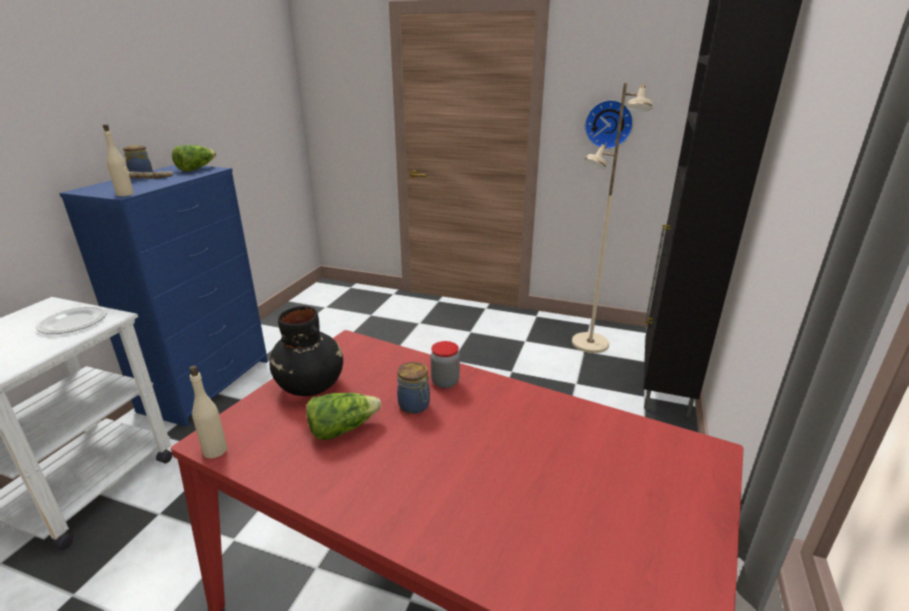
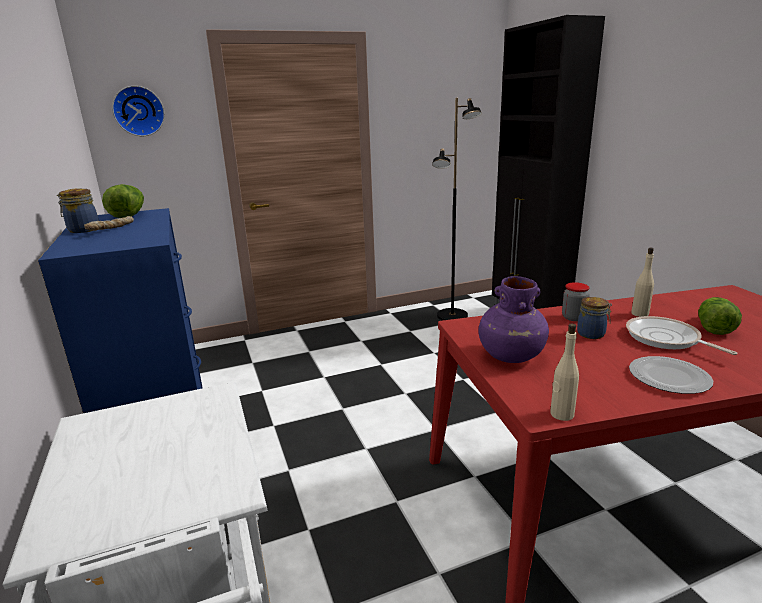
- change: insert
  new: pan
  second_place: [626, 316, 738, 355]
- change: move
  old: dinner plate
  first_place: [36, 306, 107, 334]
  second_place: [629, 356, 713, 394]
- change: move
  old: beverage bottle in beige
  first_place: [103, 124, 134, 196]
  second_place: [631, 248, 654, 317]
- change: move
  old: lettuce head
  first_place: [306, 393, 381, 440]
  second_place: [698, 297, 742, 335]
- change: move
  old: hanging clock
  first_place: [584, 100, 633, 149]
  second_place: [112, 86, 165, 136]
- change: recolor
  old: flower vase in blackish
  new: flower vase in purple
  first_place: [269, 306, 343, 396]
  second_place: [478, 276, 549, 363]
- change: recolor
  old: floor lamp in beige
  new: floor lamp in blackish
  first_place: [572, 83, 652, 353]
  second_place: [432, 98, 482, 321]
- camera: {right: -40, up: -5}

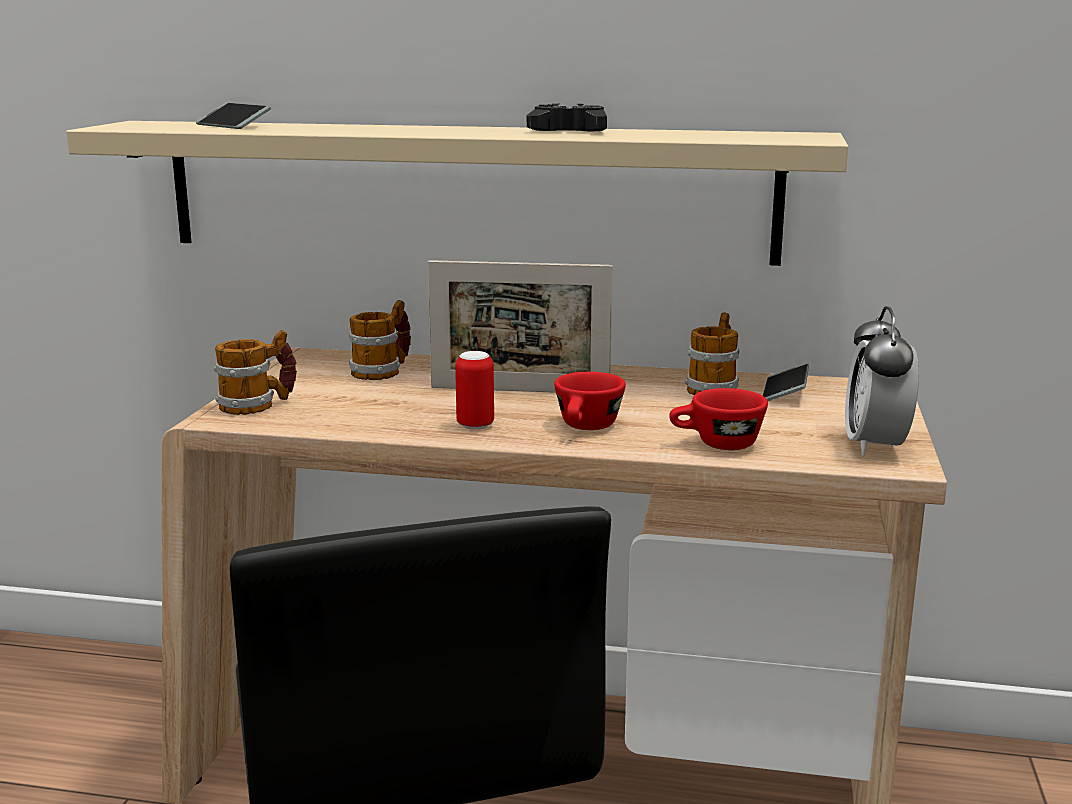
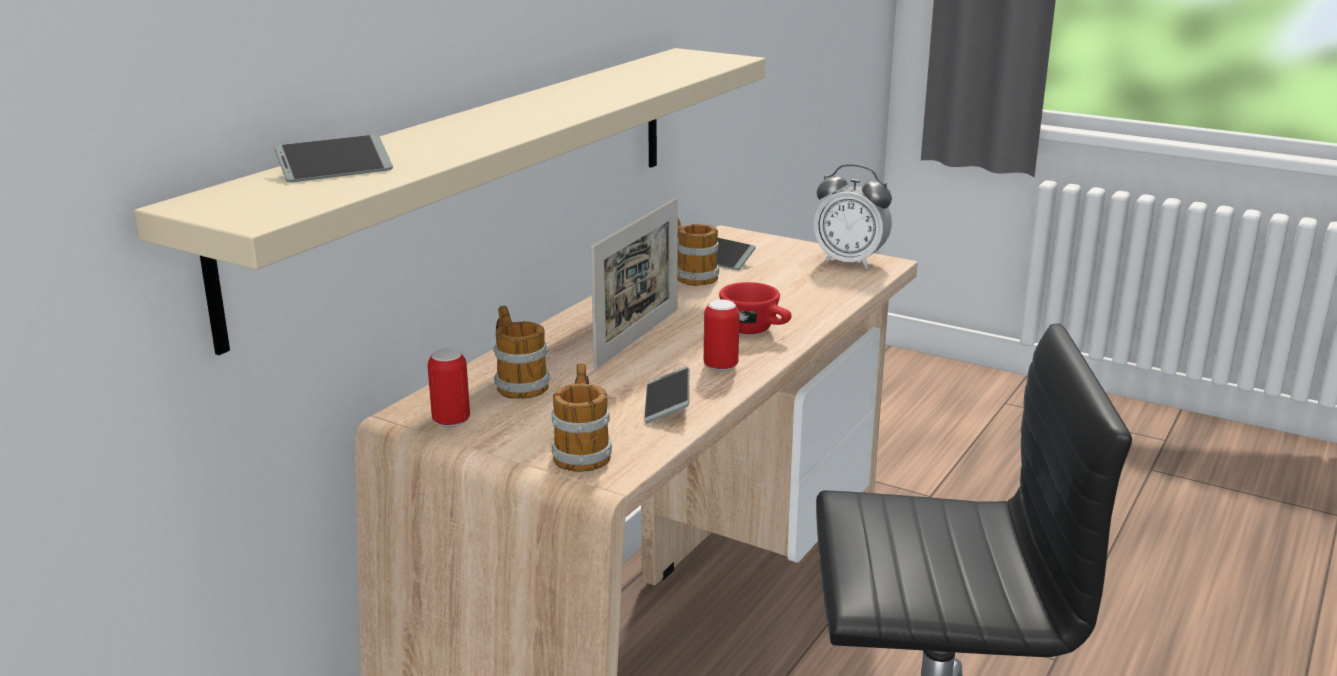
- change: delete
  old: gamepad in blackish
  first_place: [527, 103, 607, 131]
- change: delete
  old: cup in red
  first_place: [669, 388, 768, 450]
- change: insert
  new: can
  second_place: [428, 348, 470, 427]
- change: insert
  new: telephone
  second_place: [644, 366, 689, 423]
- camera: {right: -70, up: 5}

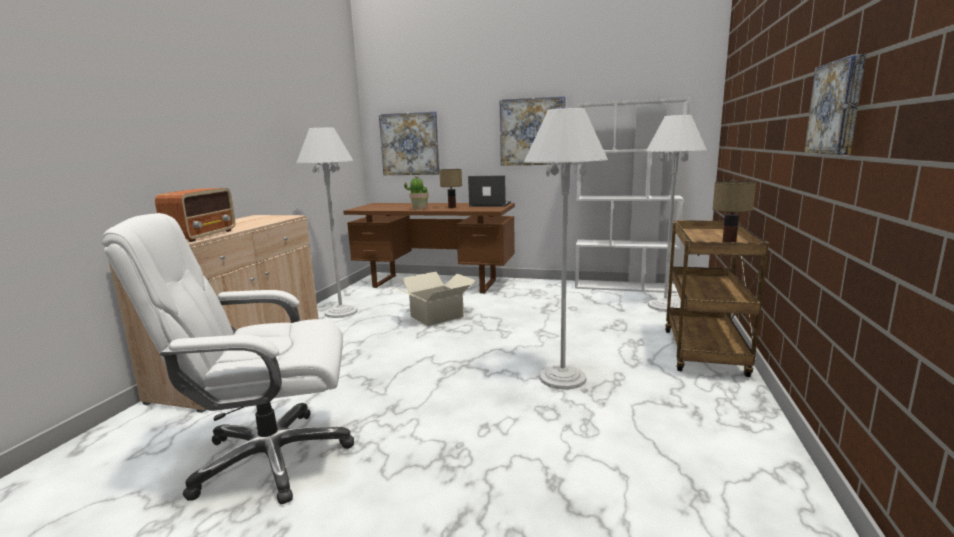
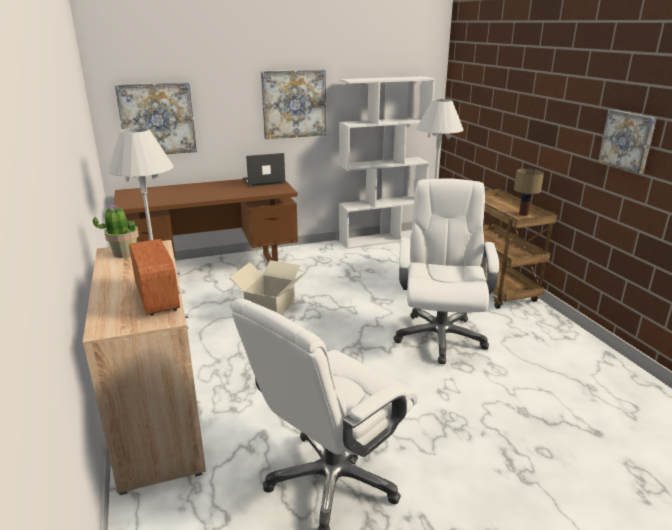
- change: delete
  old: table lamp
  first_place: [439, 169, 462, 208]
- change: move
  old: potted plant
  first_place: [404, 176, 429, 210]
  second_place: [93, 205, 139, 258]
- change: replace
  old: floor lamp in white
  new: office chair in white
  first_place: [524, 108, 608, 390]
  second_place: [393, 178, 499, 364]
- camera: {right: -35, up: 10}

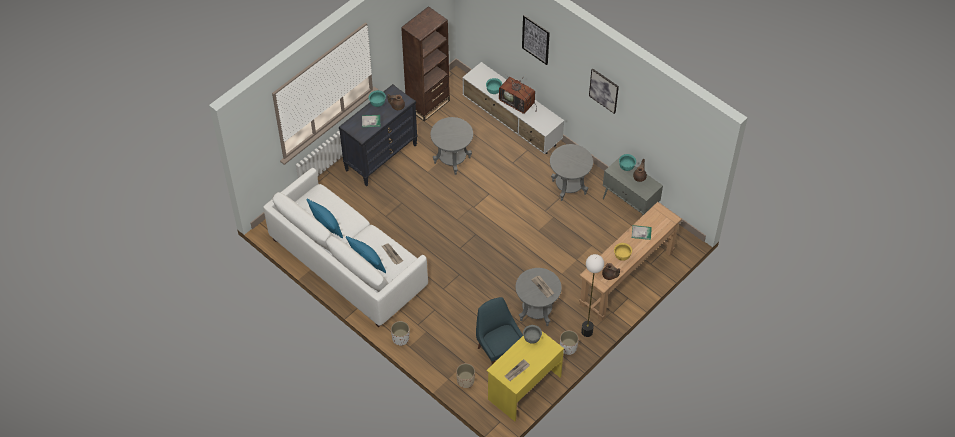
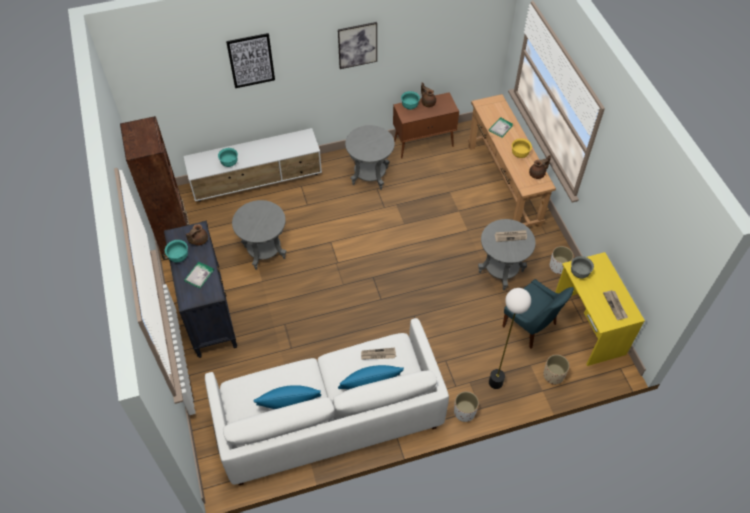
- change: delete
  old: television
  first_place: [499, 75, 537, 114]
- change: move
  old: floor lamp
  first_place: [581, 254, 604, 337]
  second_place: [489, 288, 531, 389]
- change: recolor
  old: storage cabinet in greyish
  new: storage cabinet in brownish
  first_place: [603, 156, 663, 216]
  second_place: [393, 92, 459, 159]
- change: rotate
  old: plain chair in bluish
  first_place: [476, 297, 523, 364]
  second_place: [502, 279, 574, 349]
  degrees: -135
- camera: {right: -60, up: 0}

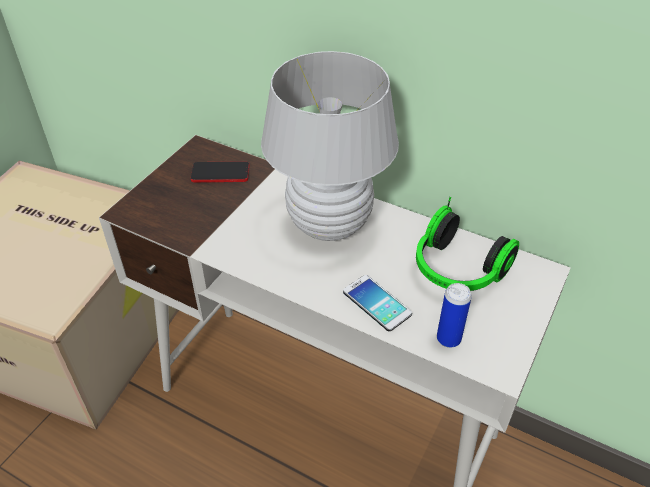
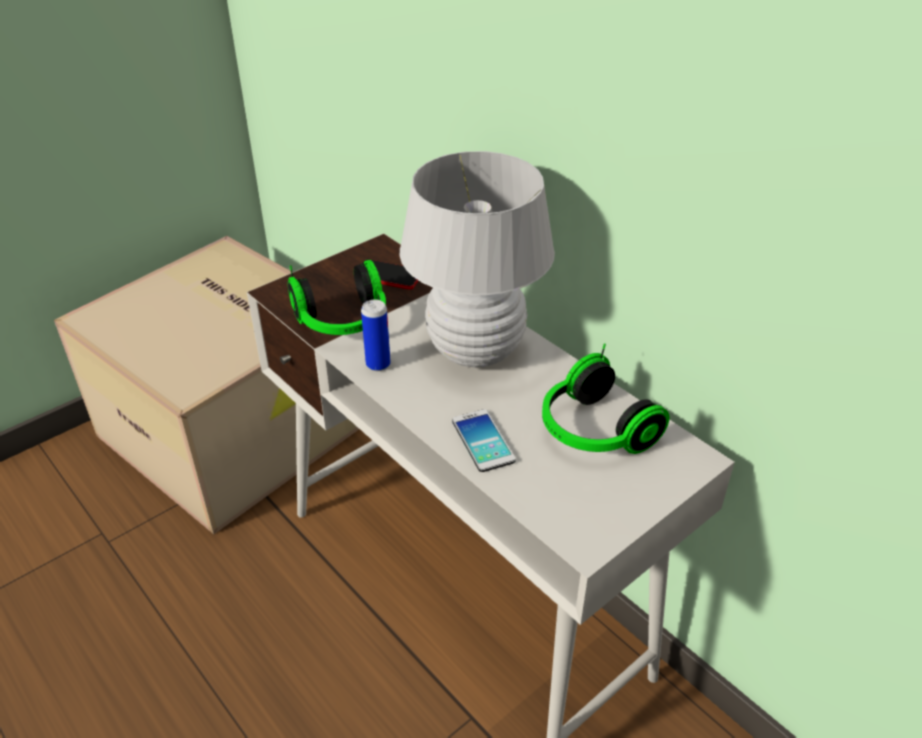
- change: insert
  new: pair of headphones
  second_place: [288, 260, 386, 335]
- change: move
  old: can
  first_place: [437, 283, 472, 348]
  second_place: [361, 299, 391, 371]
- camera: {right: 20, up: -5}

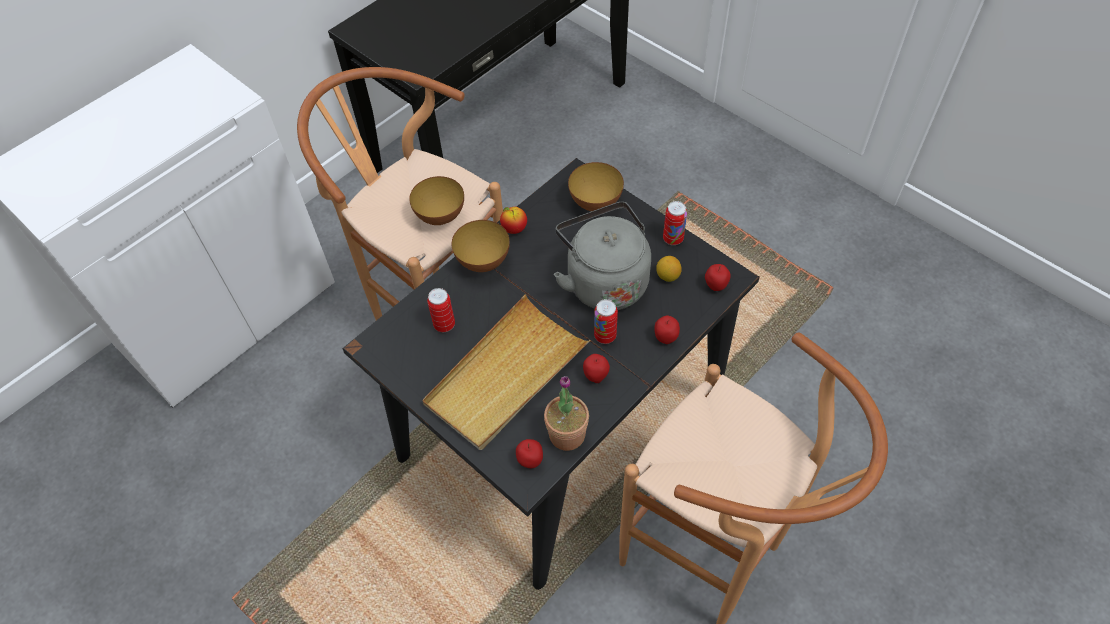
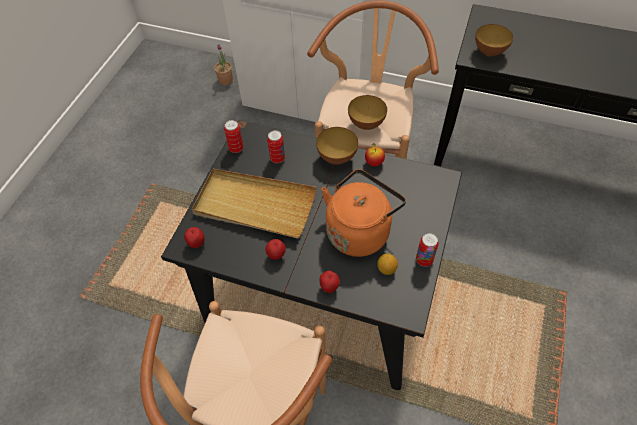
- change: delete
  old: whole apple
  first_place: [705, 264, 731, 291]
- change: move
  old: potted plant
  first_place: [544, 376, 589, 451]
  second_place: [214, 44, 233, 85]
- change: move
  old: serving bowl
  first_place: [568, 162, 624, 211]
  second_place: [475, 24, 513, 56]
- change: move
  old: can
  first_place: [594, 299, 618, 344]
  second_place: [224, 120, 244, 153]
- change: recolor
  old: kettle in greyish
  new: kettle in orange
  first_place: [554, 202, 651, 310]
  second_place: [321, 169, 406, 257]
- camera: {right: 65, up: 0}

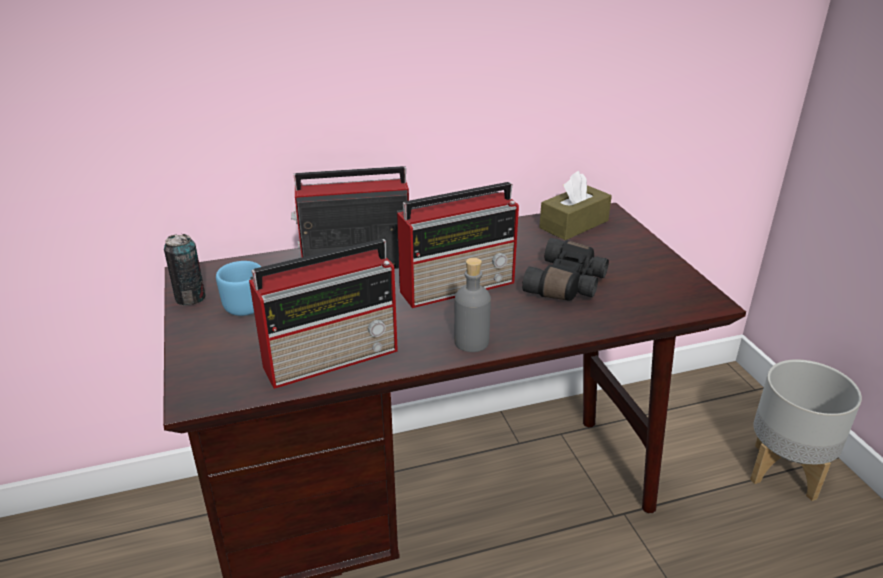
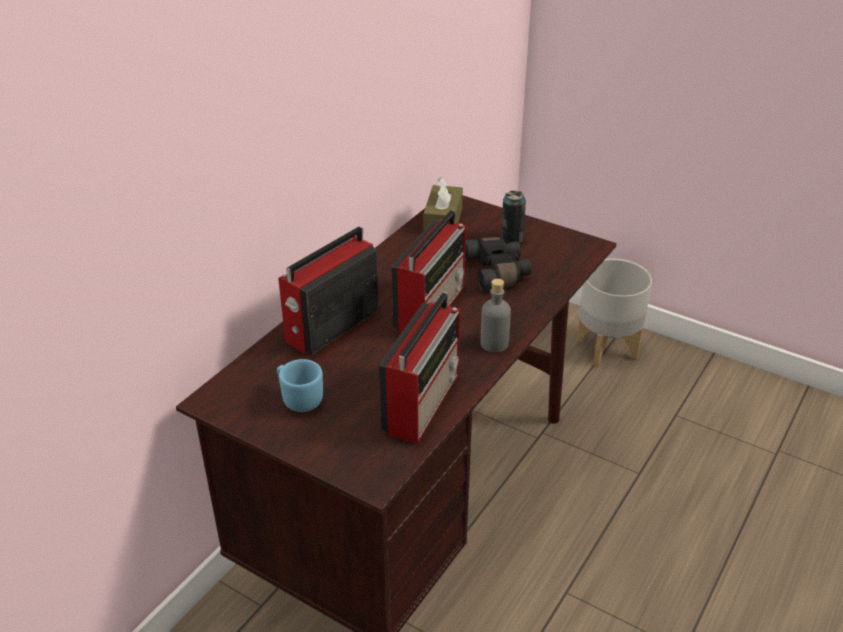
- change: move
  old: can
  first_place: [164, 234, 206, 306]
  second_place: [501, 191, 526, 244]
- camera: {right: -40, up: 5}

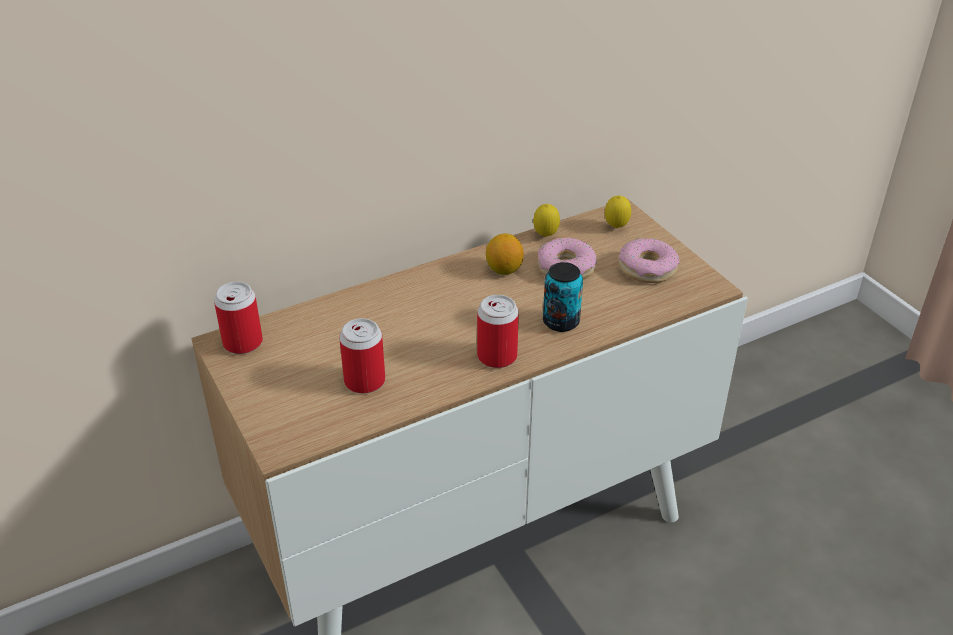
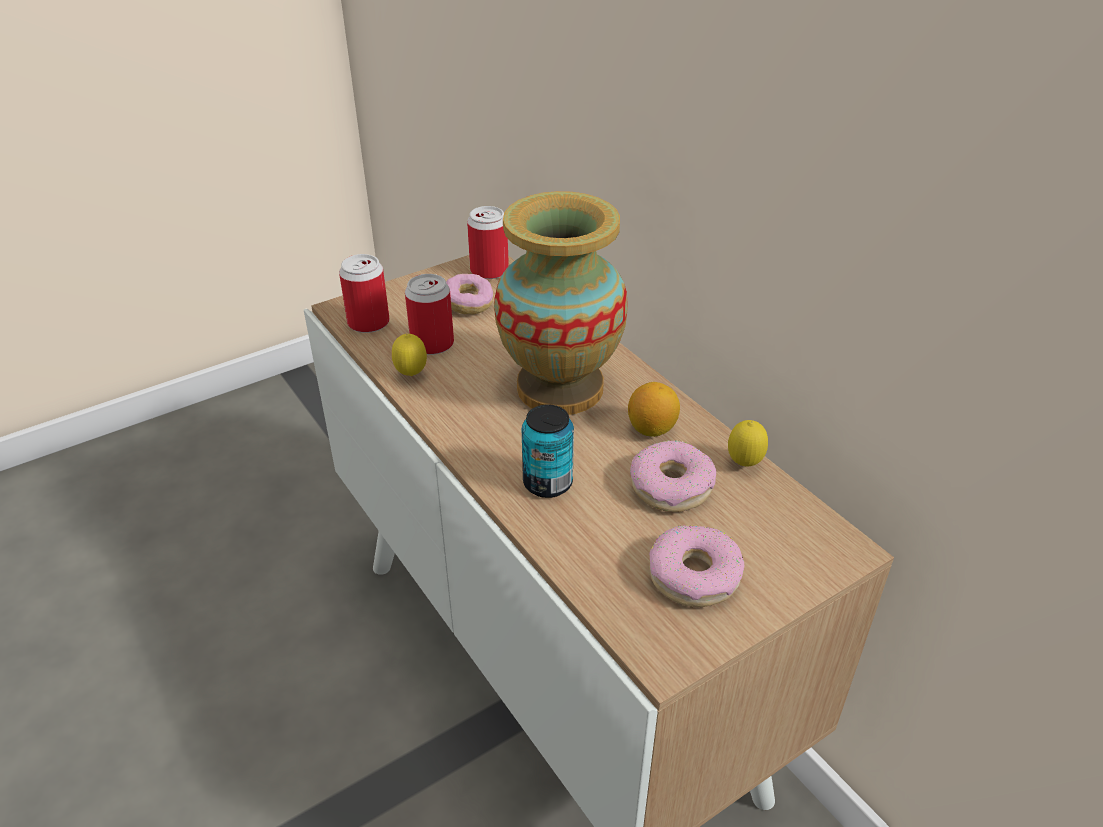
- change: insert
  new: donut
  second_place: [446, 274, 493, 314]
- change: insert
  new: flower vase
  second_place: [494, 191, 627, 415]
- change: move
  old: can
  first_place: [477, 295, 519, 368]
  second_place: [339, 254, 390, 333]
- change: move
  old: citrus fruit
  first_place: [605, 195, 631, 228]
  second_place: [392, 334, 427, 376]
- camera: {right: 85, up: 0}

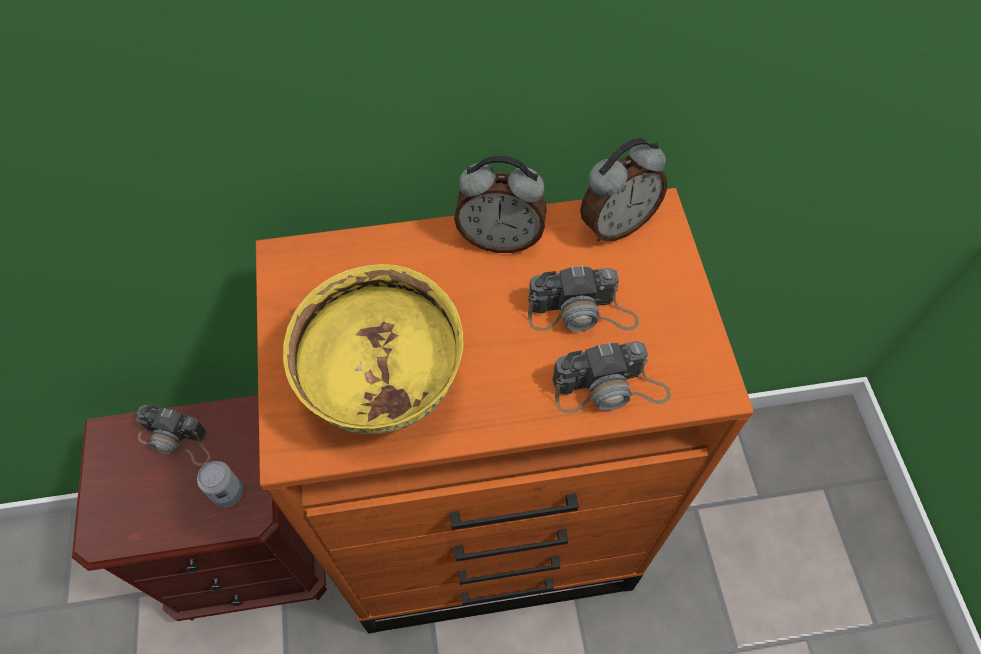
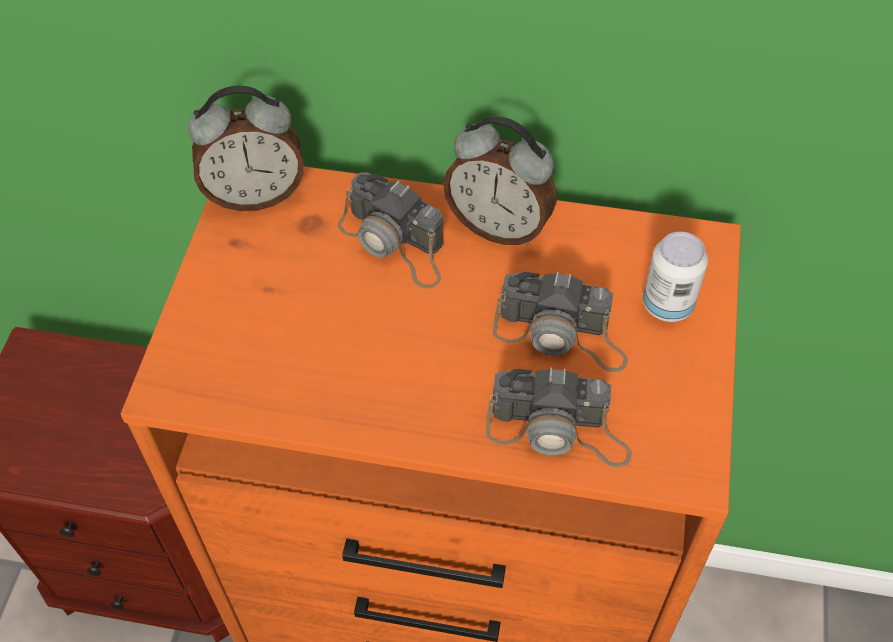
- change: delete
  old: serving bowl in yellow-coloured
  first_place: [283, 264, 463, 434]
- change: move
  old: still camera
  first_place: [136, 405, 210, 466]
  second_place: [337, 172, 444, 289]
- change: move
  old: can
  first_place: [197, 461, 243, 507]
  second_place: [643, 232, 708, 322]
- change: move
  old: bedside clock
  first_place: [580, 138, 667, 242]
  second_place: [188, 85, 304, 211]
- camera: {right: 20, up: -5}

